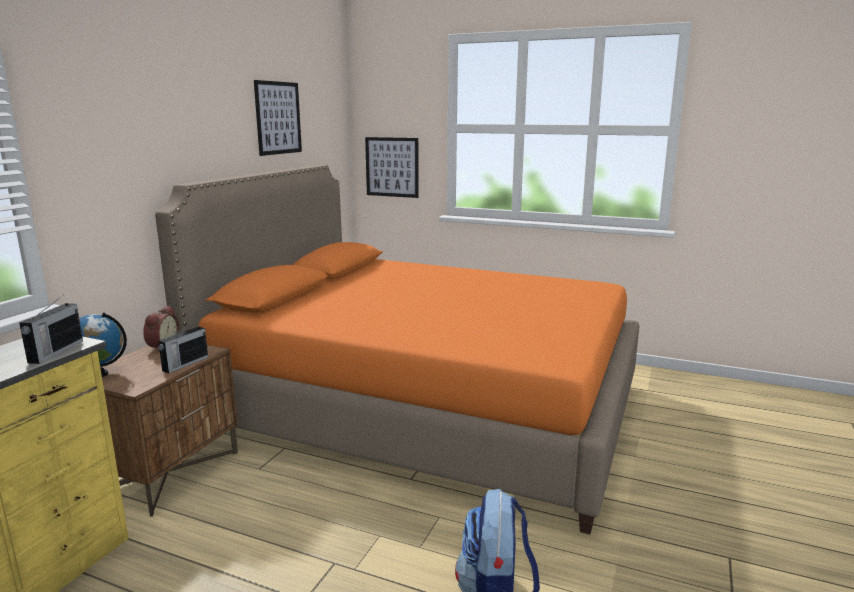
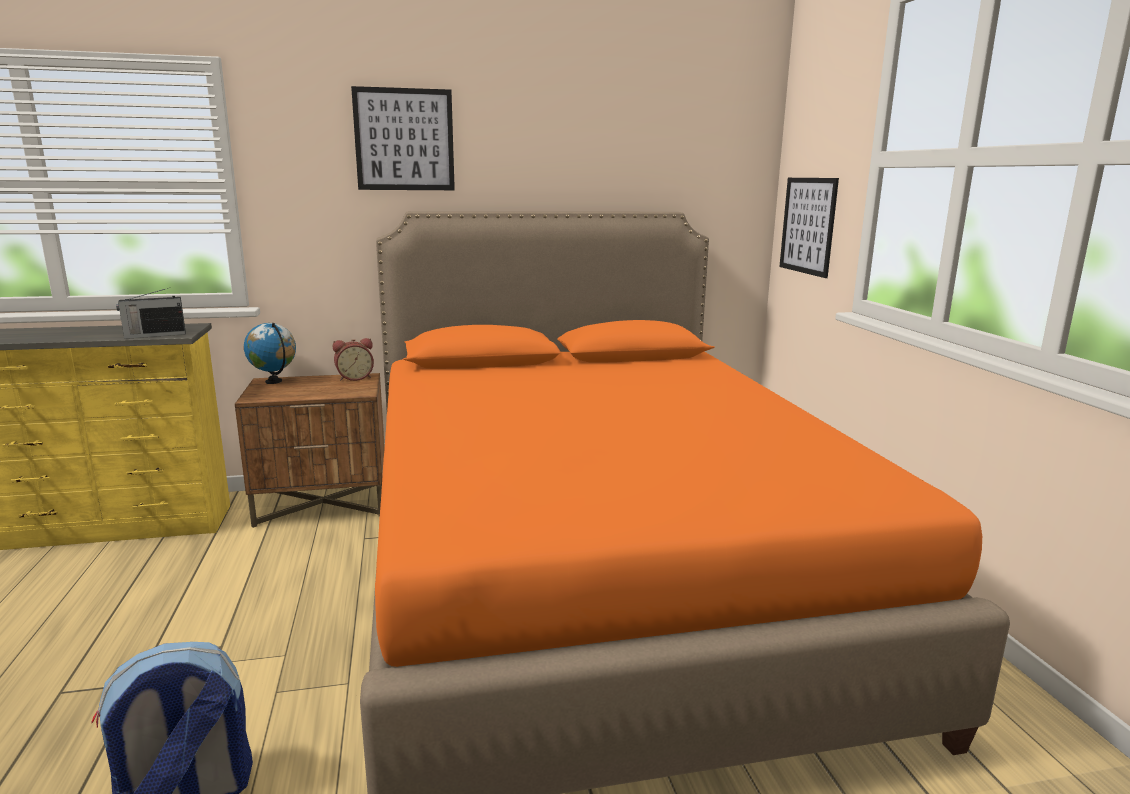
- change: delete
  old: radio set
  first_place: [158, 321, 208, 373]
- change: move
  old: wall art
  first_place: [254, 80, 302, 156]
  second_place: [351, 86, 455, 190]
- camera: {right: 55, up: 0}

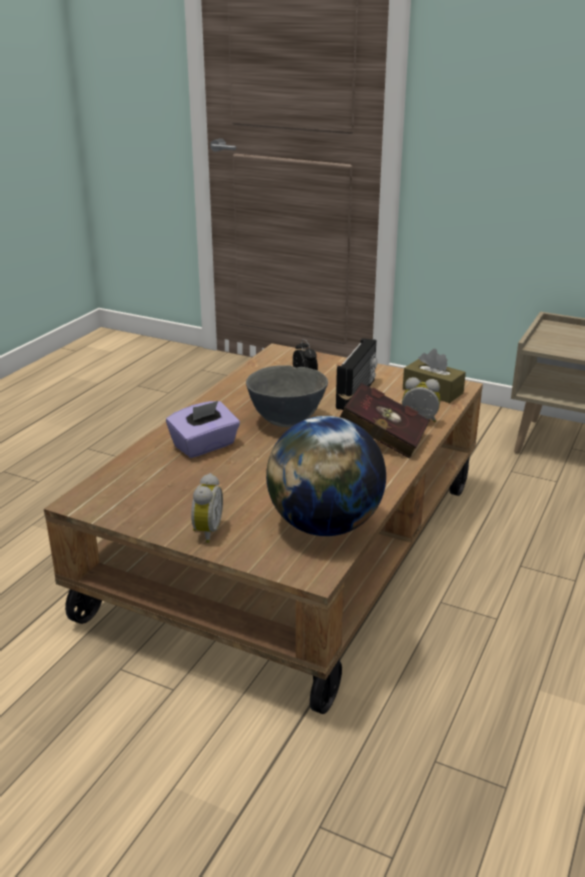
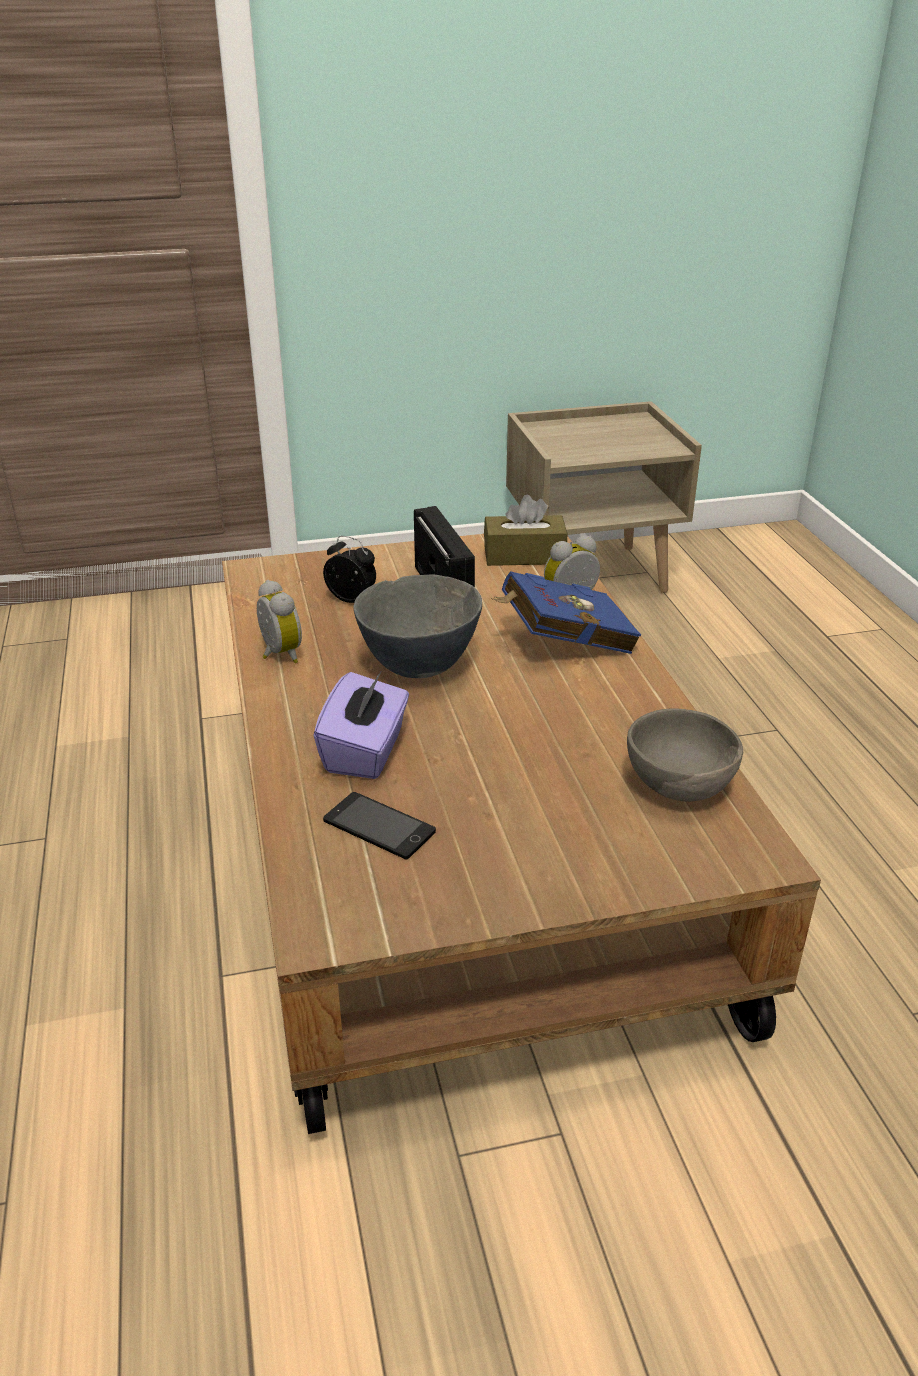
- change: insert
  new: telephone
  second_place: [323, 792, 436, 860]
- change: move
  old: bedside clock
  first_place: [191, 473, 223, 543]
  second_place: [257, 580, 302, 663]
- change: replace
  old: world globe
  new: serving bowl in greyish
  first_place: [266, 416, 386, 536]
  second_place: [627, 708, 743, 802]
- change: recolor
  old: book in red
  new: book in bluish
  first_place: [338, 383, 430, 459]
  second_place: [491, 571, 641, 654]
- camera: {right: -40, up: 5}

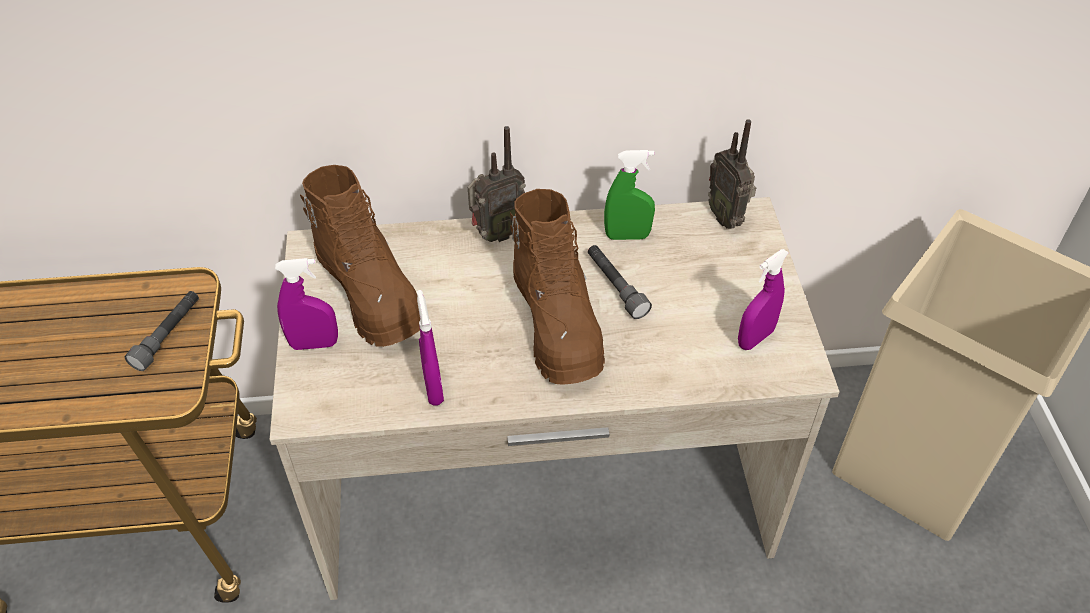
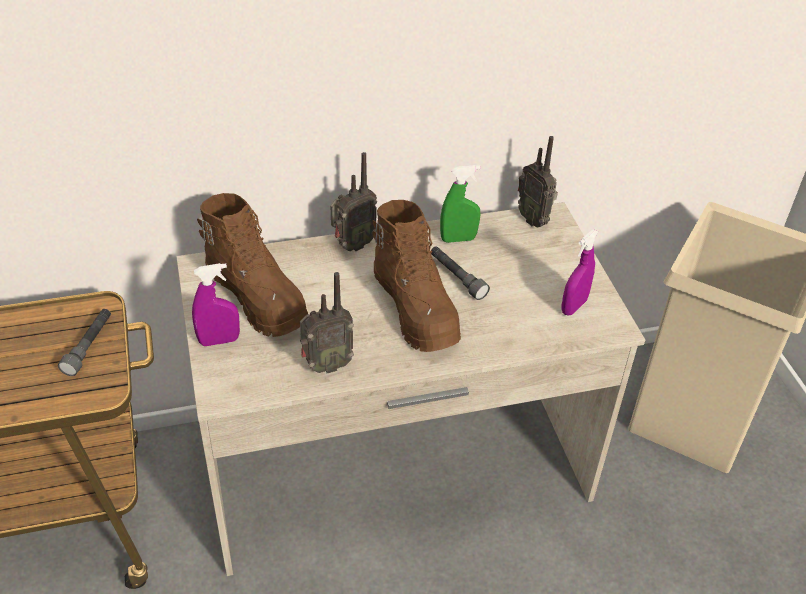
- change: replace
  old: hand sprayer in purple
  new: radio set
  first_place: [417, 290, 444, 405]
  second_place: [300, 272, 354, 373]
- camera: {right: -10, up: -5}

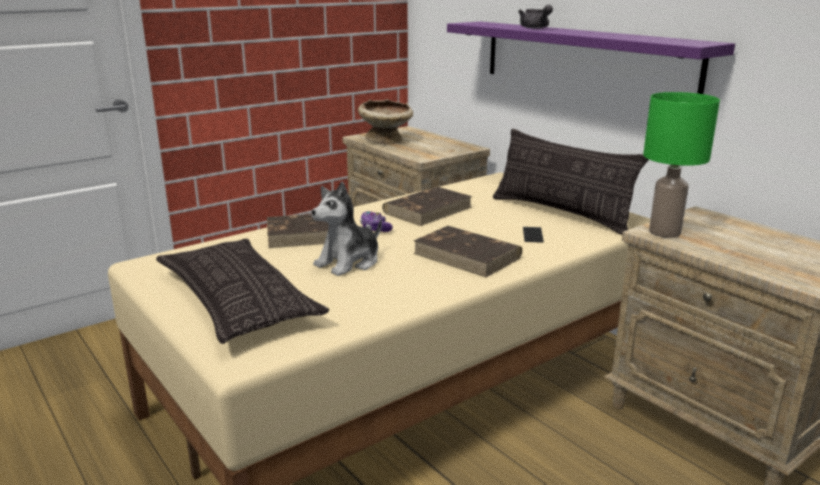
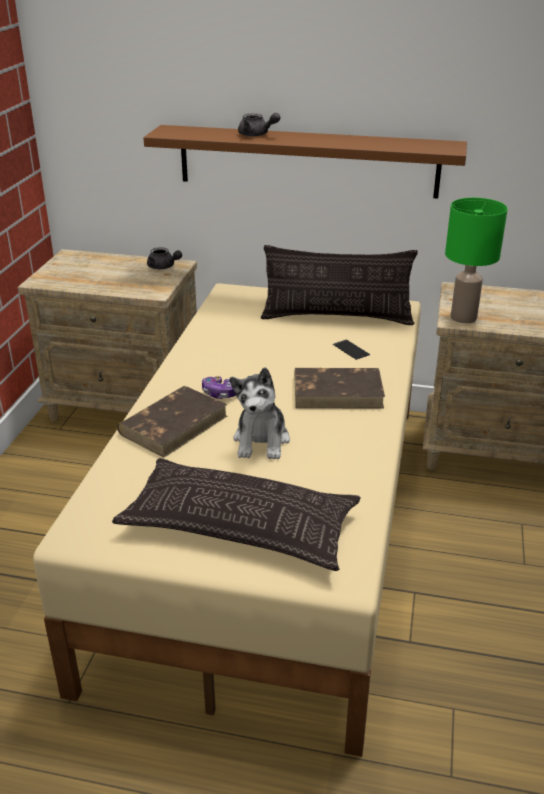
- change: delete
  old: serving bowl in beige
  first_place: [358, 99, 413, 144]
- change: delete
  old: book in brownish
  first_place: [382, 187, 472, 226]
- change: insert
  new: pot for tea in greyish
  second_place: [147, 247, 182, 269]
- change: recolor
  old: bracket shelf in purple
  new: bracket shelf in brownish
  first_place: [447, 22, 735, 94]
  second_place: [143, 125, 467, 199]
- camera: {right: -40, up: 10}

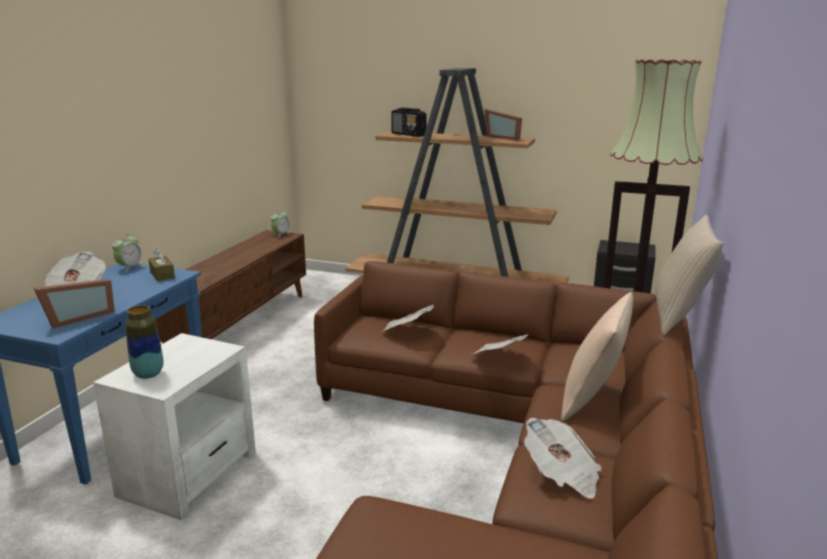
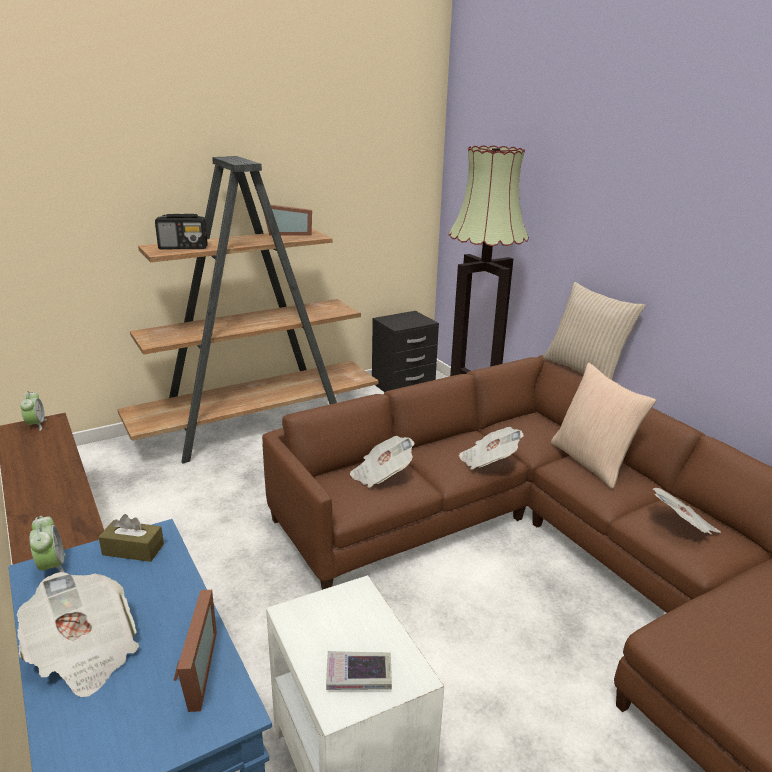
- change: replace
  old: flower vase
  new: book
  first_place: [125, 305, 163, 379]
  second_place: [326, 651, 392, 690]
- camera: {right: -50, up: 5}

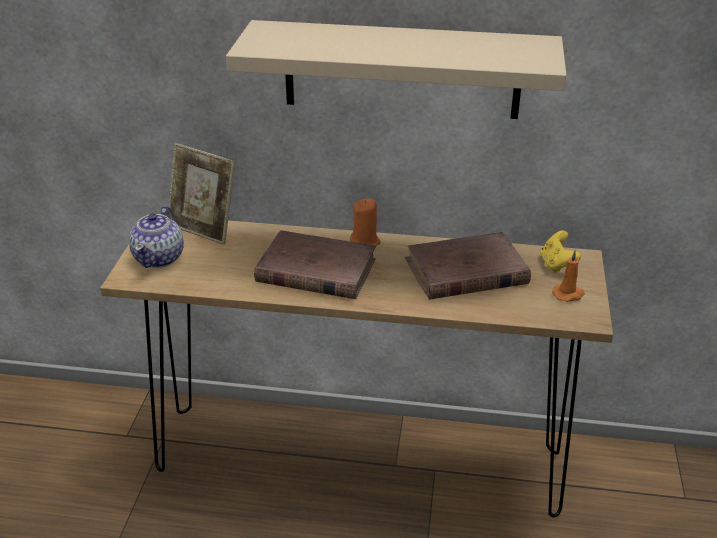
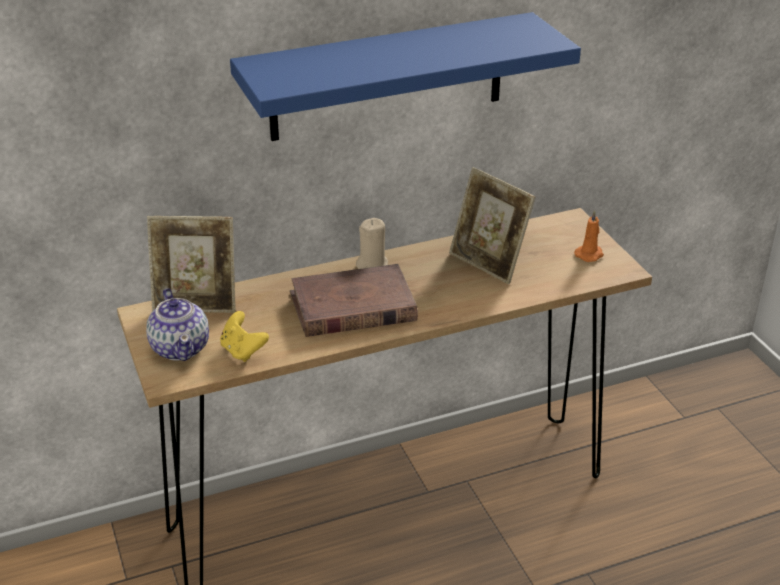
- change: move
  old: gamepad in yellow-coloured
  first_place: [540, 231, 581, 273]
  second_place: [220, 311, 269, 362]
- change: replace
  old: book in brownish
  new: photo frame
  first_place: [405, 232, 531, 300]
  second_place: [449, 167, 536, 284]
- change: recolor
  old: bracket shelf in beige
  new: bracket shelf in bluish
  first_place: [226, 20, 567, 119]
  second_place: [230, 12, 581, 141]
- change: recolor
  old: candle in orange
  new: candle in beige
  first_place: [350, 198, 381, 246]
  second_place: [356, 218, 388, 269]
- camera: {right: -30, up: 0}

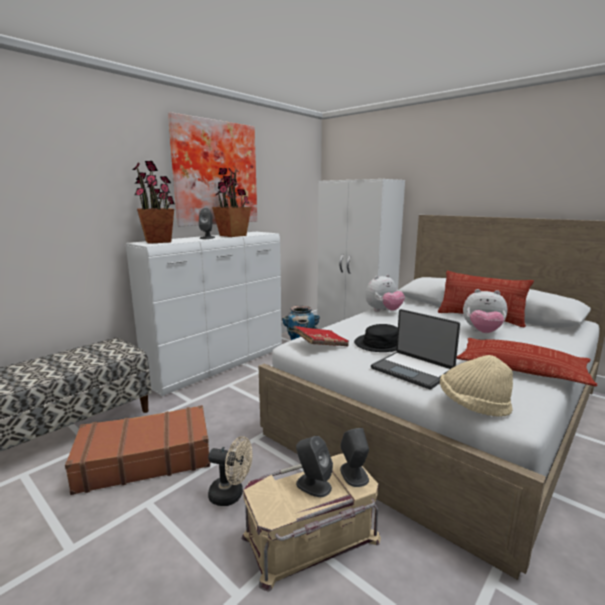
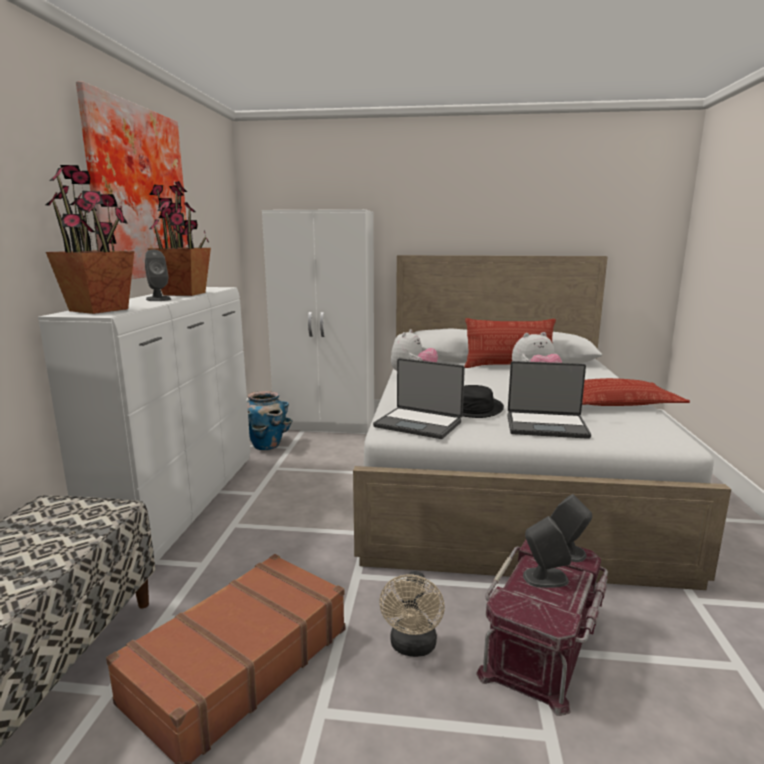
- change: delete
  old: hat in beige
  first_place: [440, 355, 513, 417]
- change: replace
  old: book in red
  new: portable computer
  first_place: [293, 326, 349, 347]
  second_place: [373, 358, 465, 439]
- change: recolor
  old: storage container in beige
  new: storage container in red
  first_place: [242, 453, 381, 591]
  second_place: [476, 540, 608, 716]
- change: rotate
  old: electric fan in beige
  first_place: [208, 436, 253, 506]
  second_place: [379, 571, 445, 657]
  degrees: 120
- camera: {right: -35, up: 0}

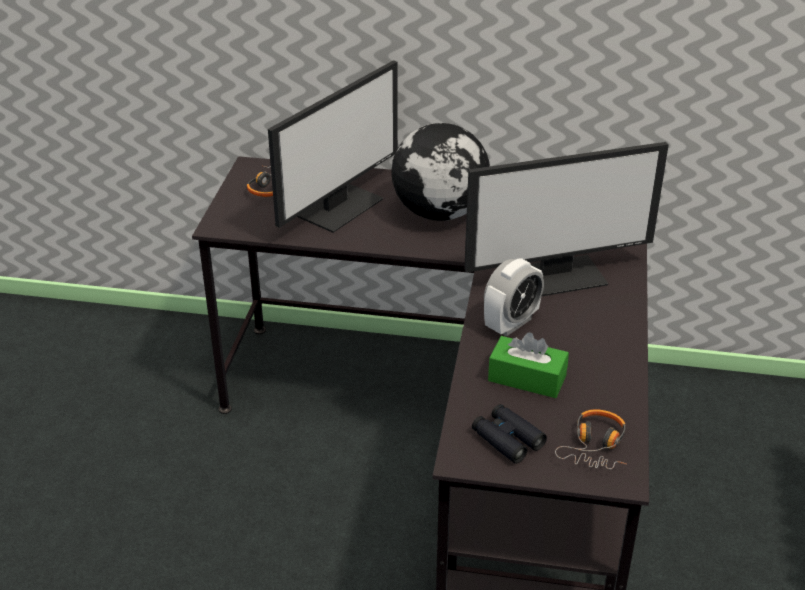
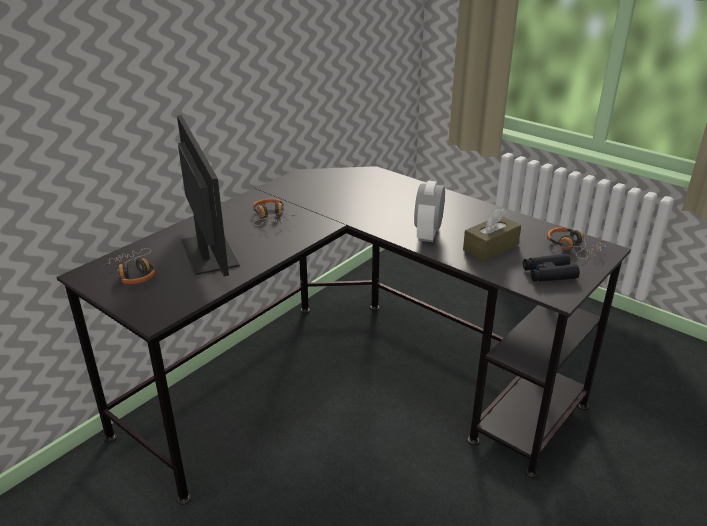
- change: delete
  old: monitor
  first_place: [464, 142, 669, 296]
- change: replace
  old: world globe
  new: pair of headphones
  first_place: [391, 123, 490, 221]
  second_place: [253, 198, 296, 226]
- change: recolor
  old: box of tissues in greenish
  new: box of tissues in brownish
  first_place: [488, 332, 569, 398]
  second_place: [463, 208, 521, 261]
- change: rotate
  old: bedside clock
  first_place: [484, 258, 544, 336]
  second_place: [414, 181, 445, 242]
  degrees: -150
- camera: {right: -60, up: -5}

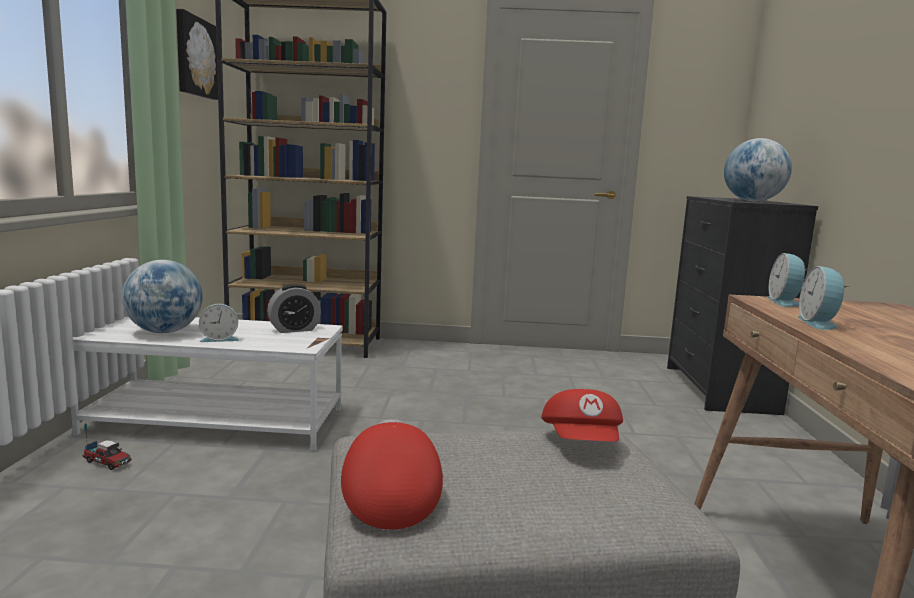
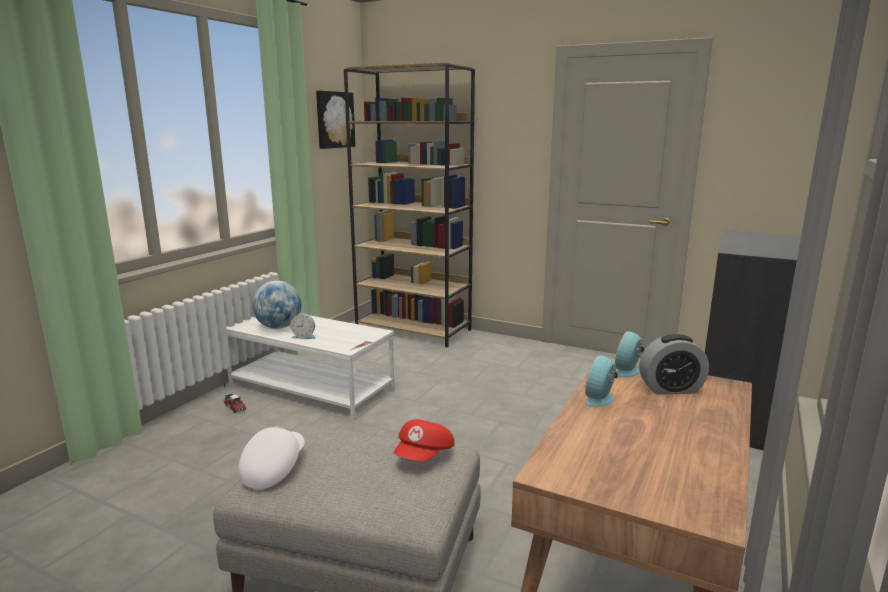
- change: delete
  old: world globe
  first_place: [724, 138, 792, 201]
- change: move
  old: bedside clock
  first_place: [267, 284, 321, 333]
  second_place: [639, 334, 709, 395]
- change: recolor
  old: peaked cap in red
  new: peaked cap in white
  first_place: [341, 419, 443, 530]
  second_place: [238, 426, 305, 489]
- camera: {right: 25, up: 5}

